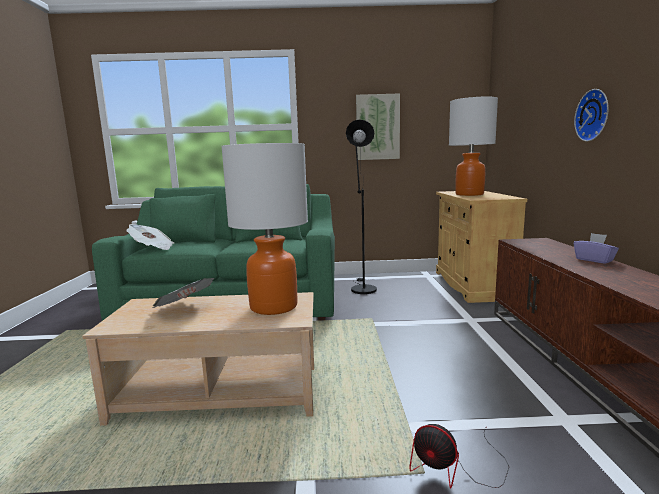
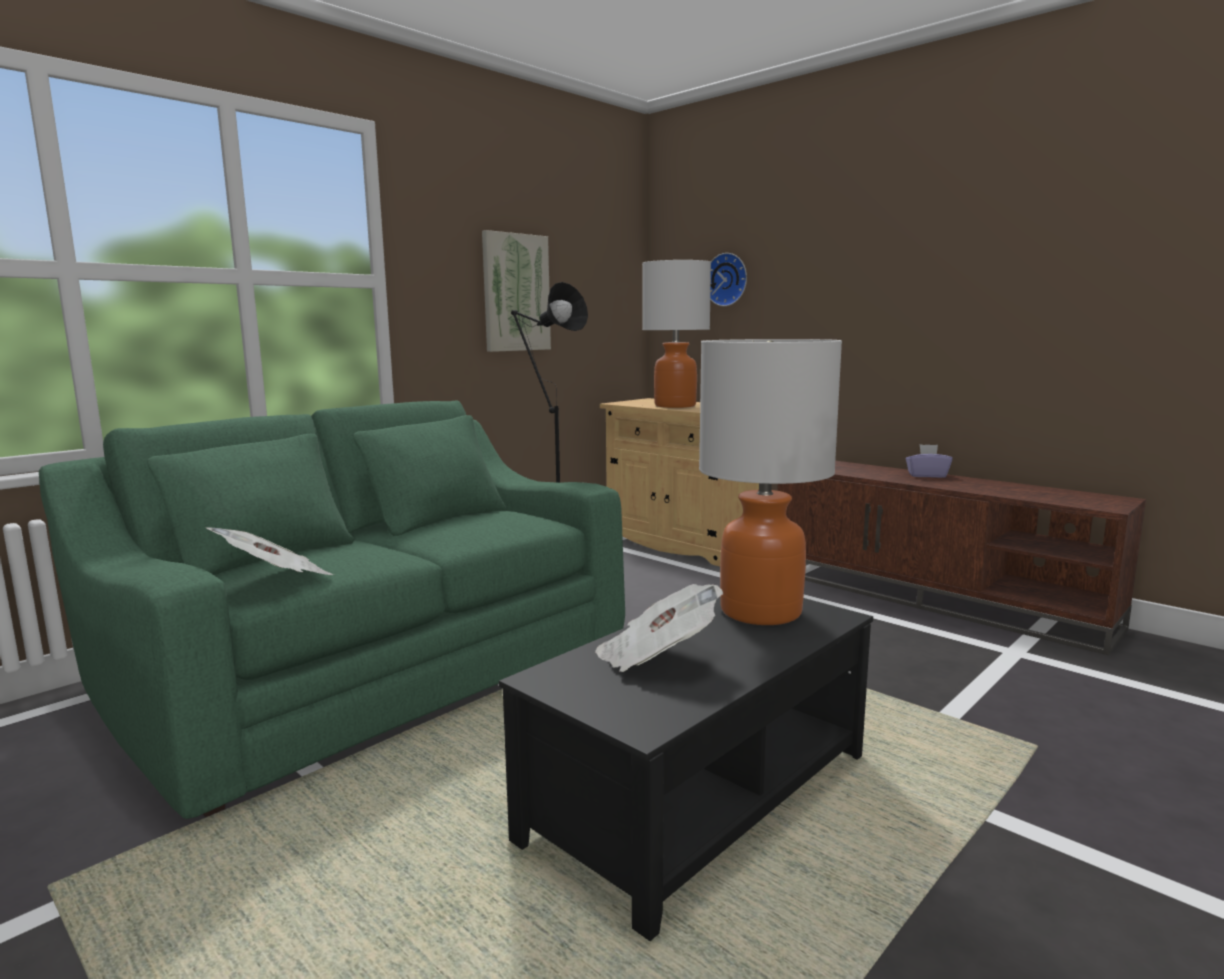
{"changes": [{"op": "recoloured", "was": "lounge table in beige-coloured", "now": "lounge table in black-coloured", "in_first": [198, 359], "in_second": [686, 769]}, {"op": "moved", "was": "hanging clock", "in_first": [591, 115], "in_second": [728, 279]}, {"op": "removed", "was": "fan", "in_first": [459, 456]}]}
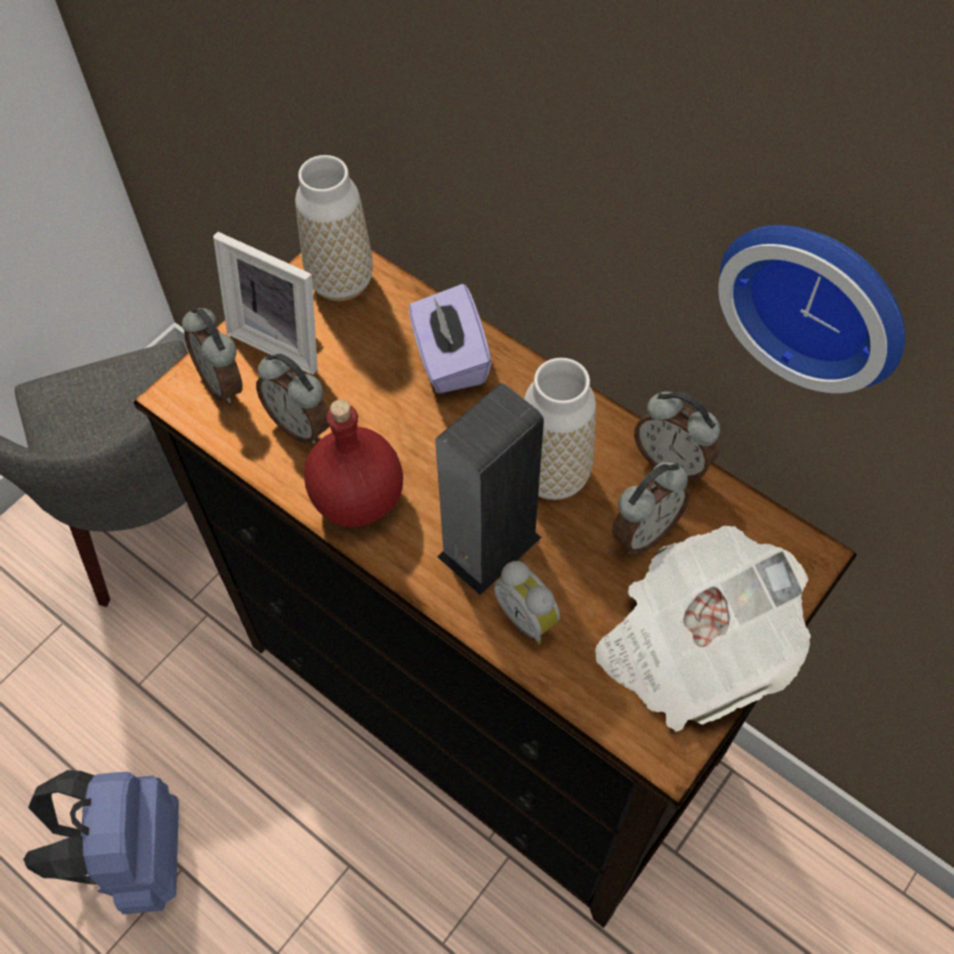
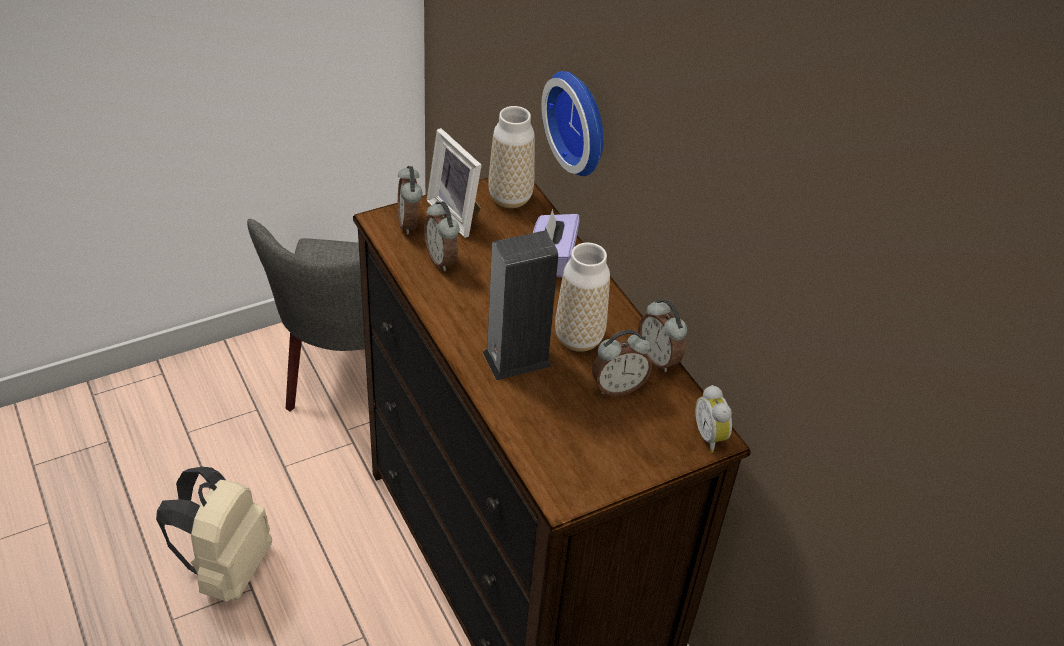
{"changes": [{"op": "recoloured", "was": "backpack in bluish", "now": "backpack in beige-coloured", "in_first": [101, 842], "in_second": [214, 534]}, {"op": "moved", "was": "hanging clock", "in_first": [811, 309], "in_second": [572, 123]}, {"op": "moved", "was": "bedside clock", "in_first": [527, 602], "in_second": [713, 418]}, {"op": "removed", "was": "bottle in red-coloured", "in_first": [353, 463]}, {"op": "removed", "was": "newspaper", "in_first": [703, 629]}]}
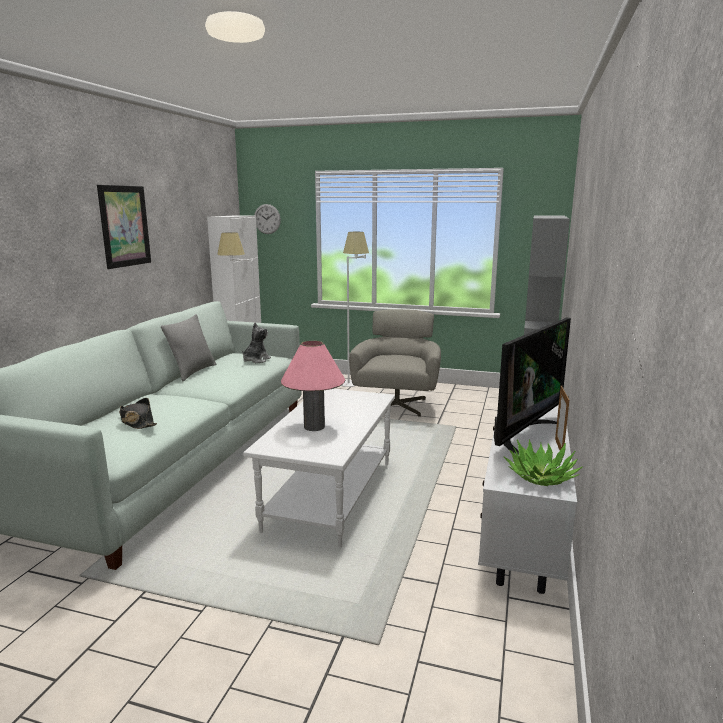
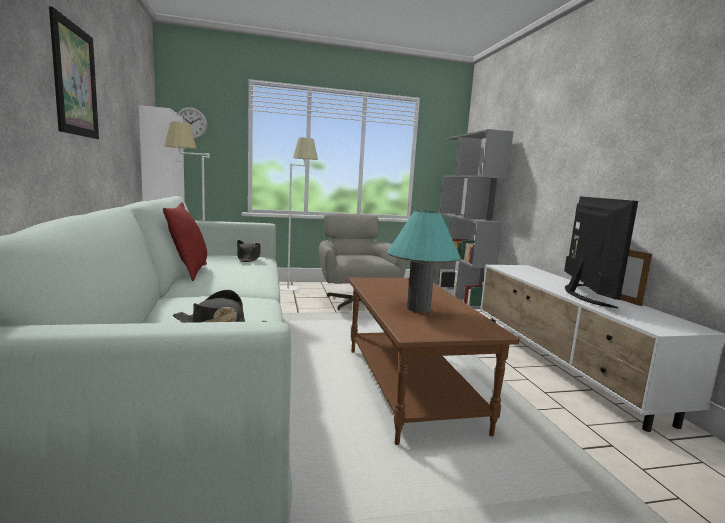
{"changes": [{"op": "recoloured", "was": "cushion in grey", "now": "cushion in red-coloured", "in_first": [188, 348], "in_second": [185, 242]}, {"op": "replaced", "was": "plush toy", "now": "hat in black-coloured", "in_first": [256, 343], "in_second": [249, 251]}, {"op": "recoloured", "was": "lounge table in white-coloured", "now": "lounge table in brown-coloured", "in_first": [319, 468], "in_second": [433, 361]}, {"op": "recoloured", "was": "lamp for a table in pinkish", "now": "lamp for a table in turquoise-coloured", "in_first": [313, 386], "in_second": [423, 261]}, {"op": "removed", "was": "houseplant", "in_first": [543, 462]}]}
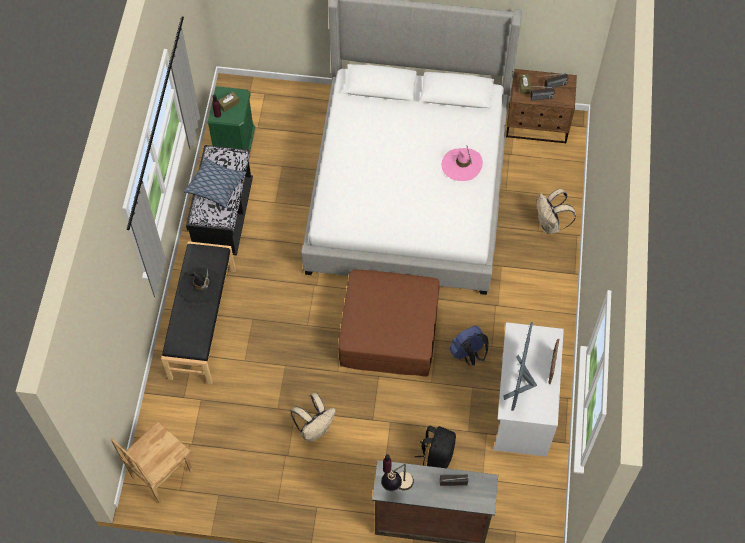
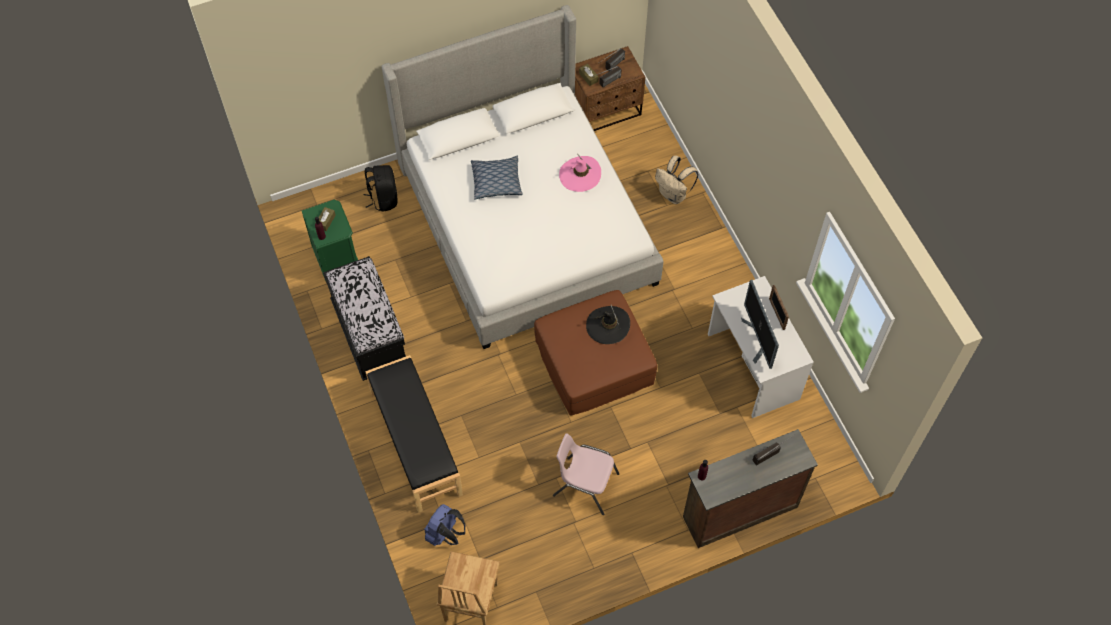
{"changes": [{"op": "moved", "was": "backpack in black-coloured", "in_first": [435, 447], "in_second": [381, 188]}, {"op": "moved", "was": "backpack in bluish", "in_first": [469, 345], "in_second": [444, 525]}, {"op": "moved", "was": "cushion", "in_first": [215, 182], "in_second": [497, 177]}, {"op": "replaced", "was": "backpack in beige-coloured", "now": "upright chair in pinkish", "in_first": [313, 417], "in_second": [586, 474]}, {"op": "moved", "was": "hat in black-coloured", "in_first": [199, 286], "in_second": [608, 324]}, {"op": "removed", "was": "lamp for a table", "in_first": [397, 477]}]}
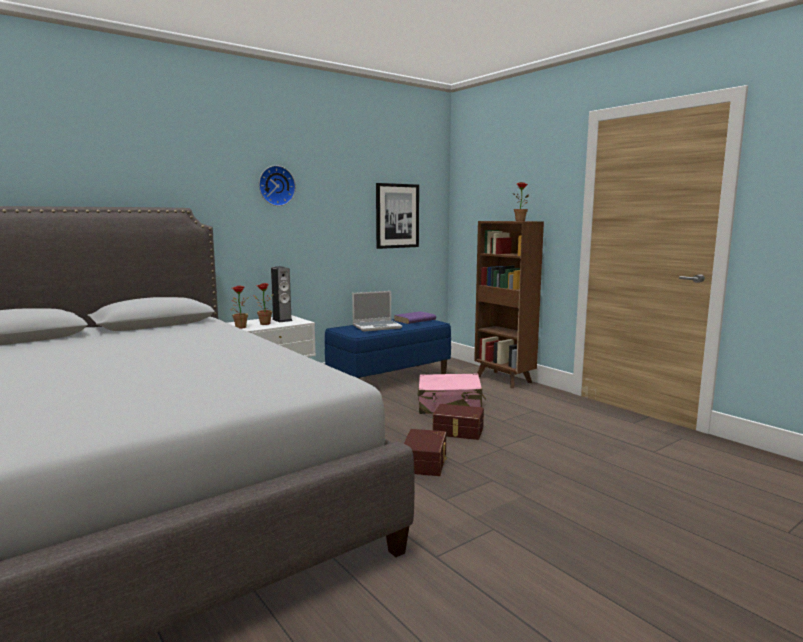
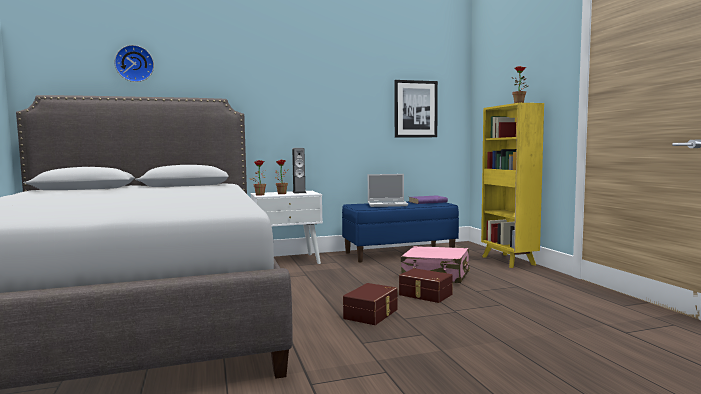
{"changes": [{"op": "moved", "was": "hanging clock", "in_first": [277, 185], "in_second": [134, 63]}, {"op": "recoloured", "was": "shelving unit in brown-coloured", "now": "shelving unit in yellowish", "in_first": [509, 304], "in_second": [512, 185]}]}
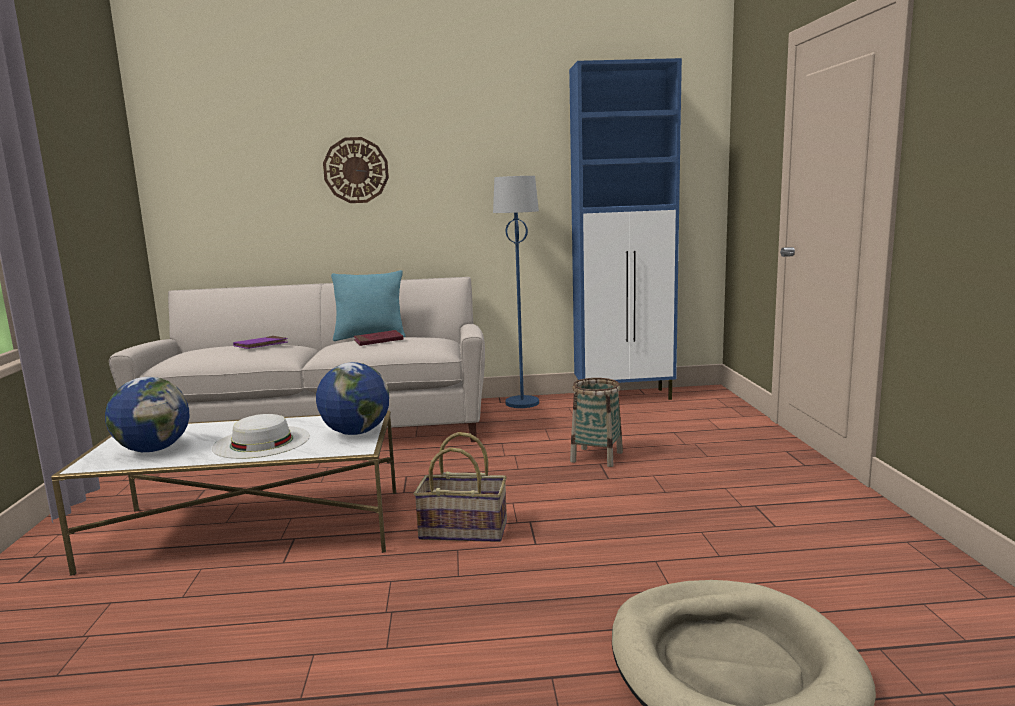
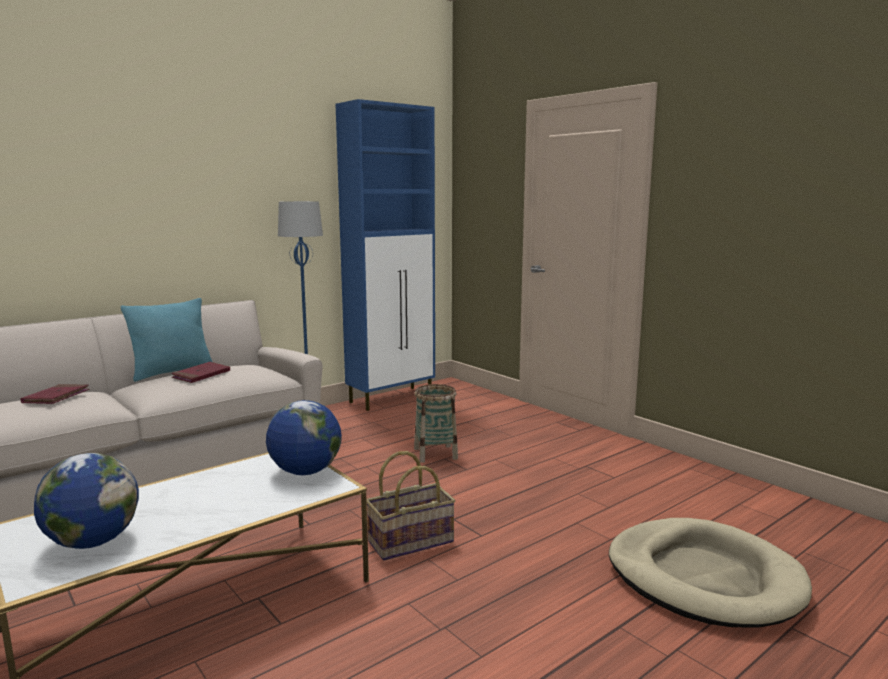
{"changes": [{"op": "recoloured", "was": "book in purple-coloured", "now": "book in red-coloured", "in_first": [260, 342], "in_second": [55, 394]}, {"op": "removed", "was": "hat in white-coloured", "in_first": [261, 436]}, {"op": "removed", "was": "hanging clock", "in_first": [356, 170]}]}
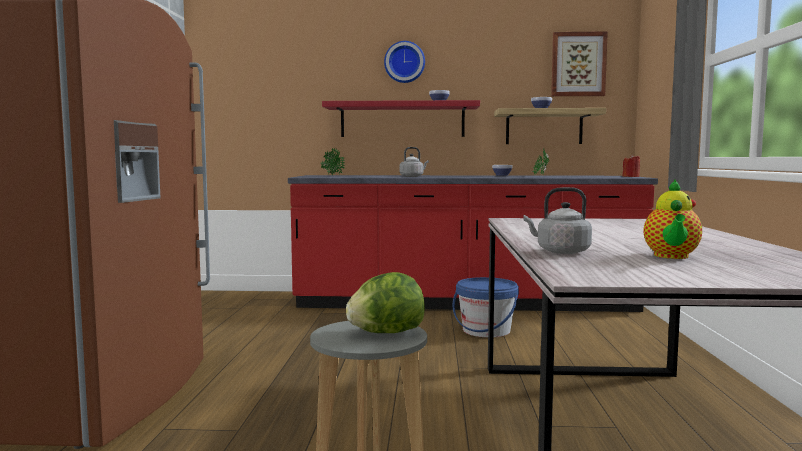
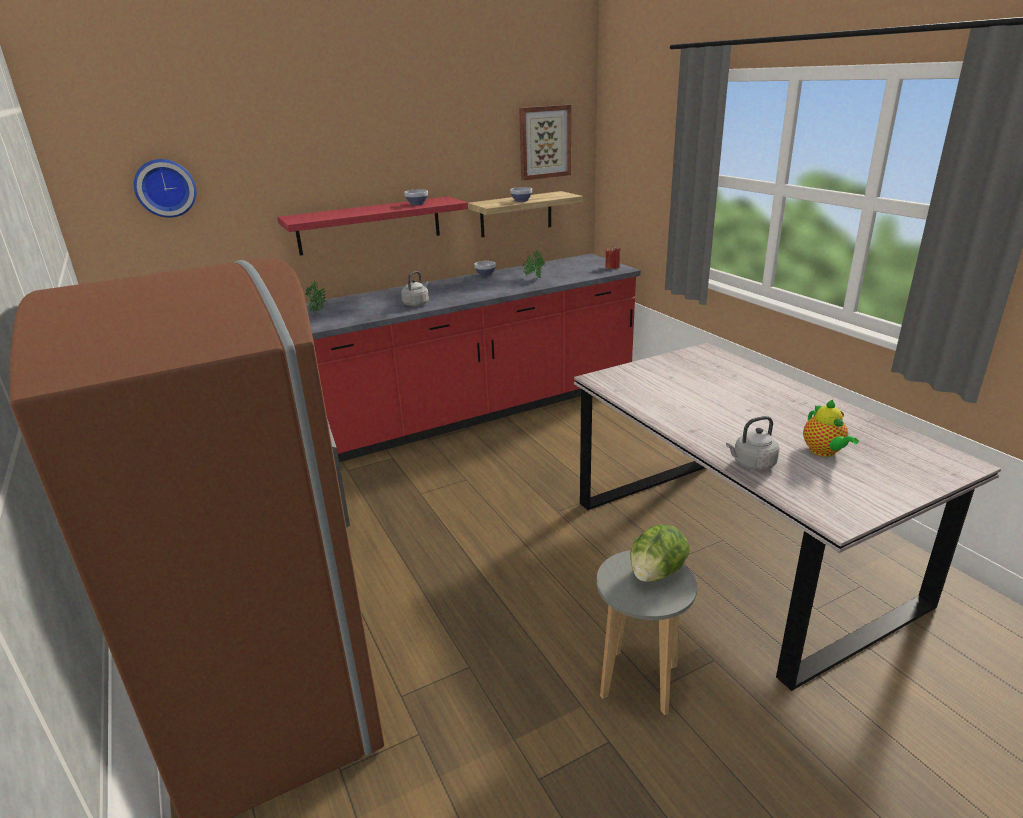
{"changes": [{"op": "moved", "was": "hanging clock", "in_first": [404, 62], "in_second": [165, 188]}, {"op": "removed", "was": "bucket in bluish", "in_first": [486, 307]}]}
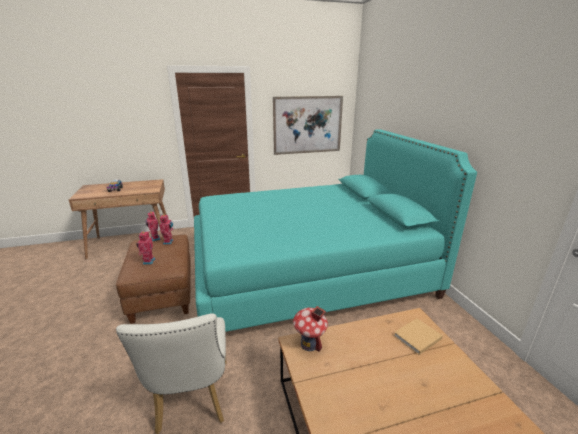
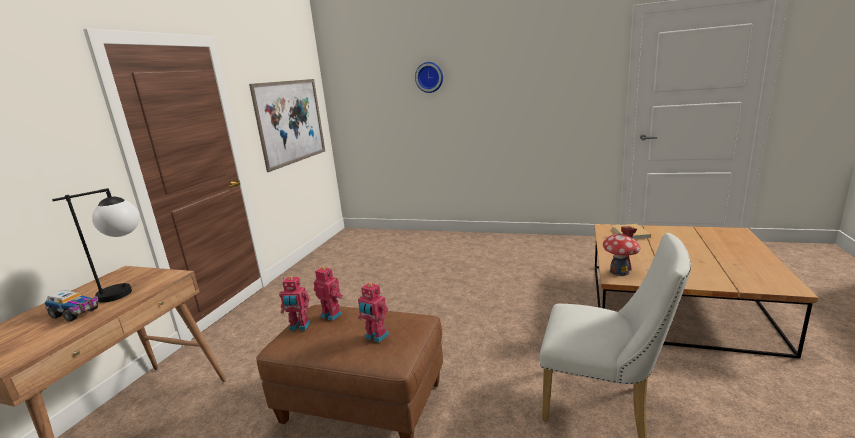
{"changes": [{"op": "added", "now": "lamp for a table", "in_second": [95, 245]}, {"op": "added", "now": "hanging clock", "in_second": [429, 77]}, {"op": "removed", "was": "sleeping bed in turquoise-coloured", "in_first": [335, 230]}]}
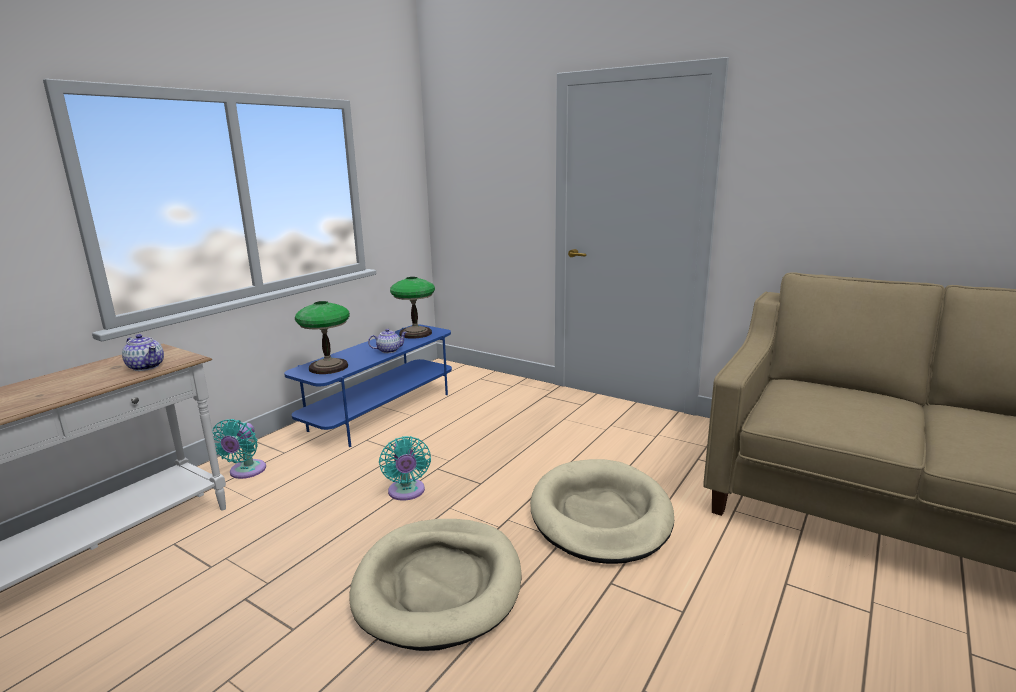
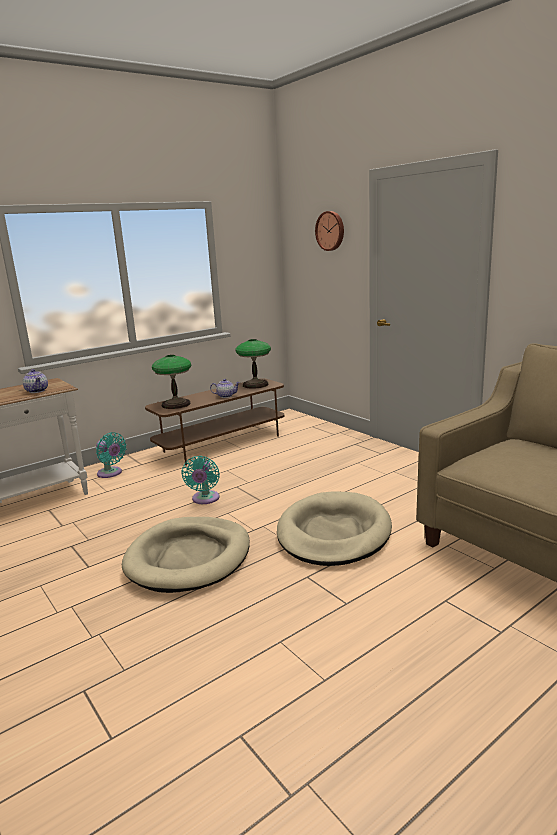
{"changes": [{"op": "turned", "was": "fan in turquoise-coloured", "in_first": [239, 449], "in_second": [111, 455], "clockwise": -75}, {"op": "recoloured", "was": "media console in bluish", "now": "media console in brown-coloured", "in_first": [368, 386], "in_second": [214, 422]}, {"op": "added", "now": "hanging clock", "in_second": [329, 231]}]}
